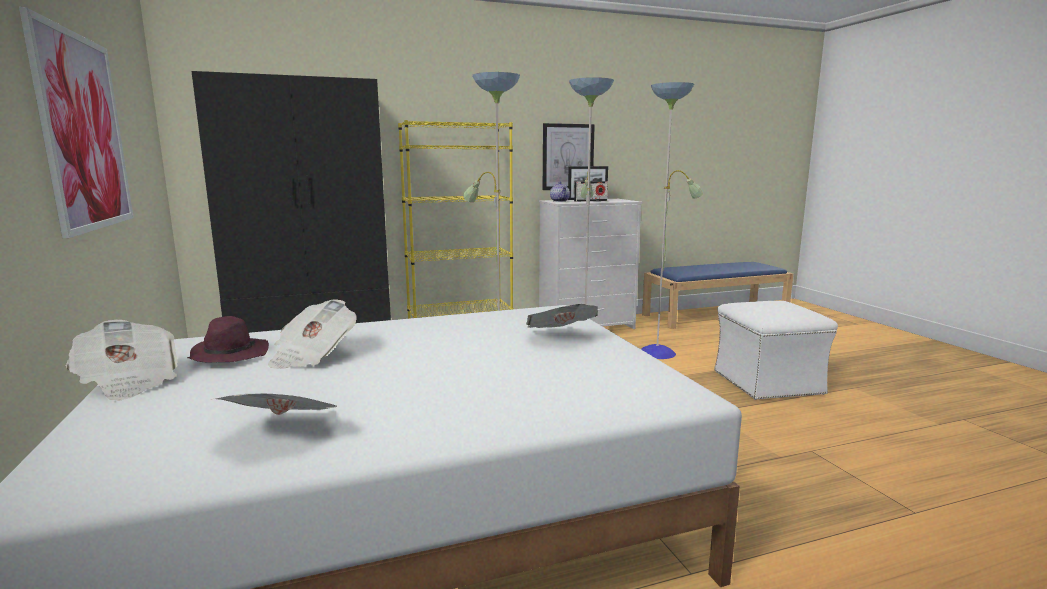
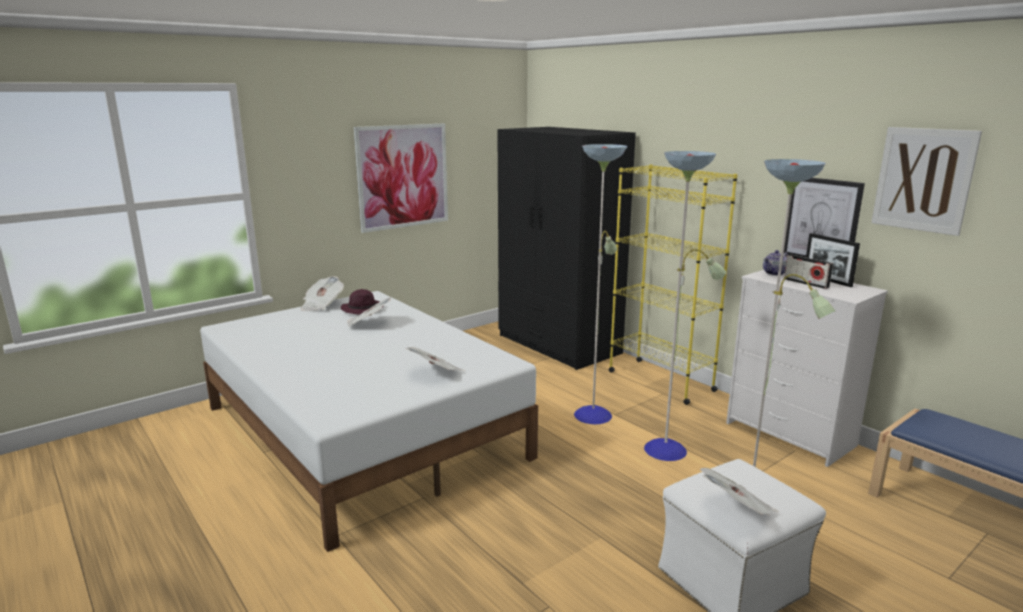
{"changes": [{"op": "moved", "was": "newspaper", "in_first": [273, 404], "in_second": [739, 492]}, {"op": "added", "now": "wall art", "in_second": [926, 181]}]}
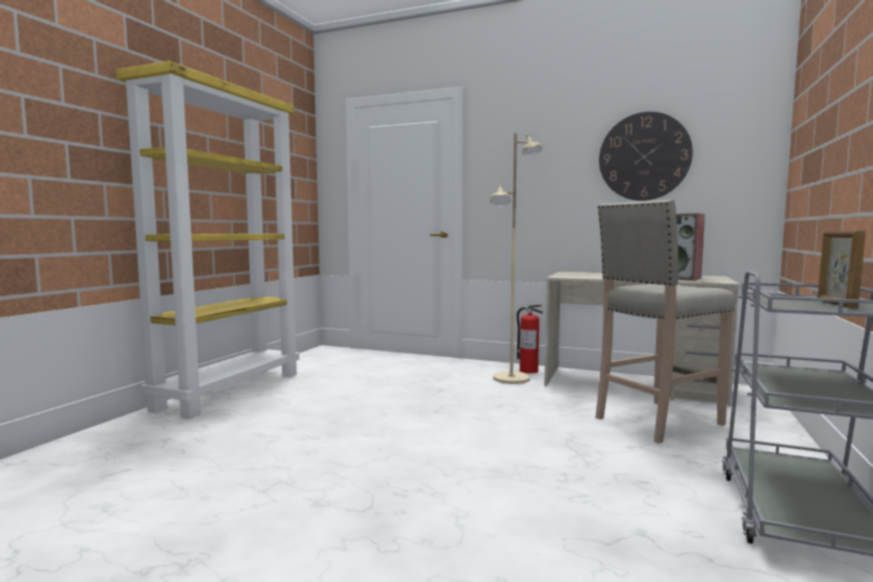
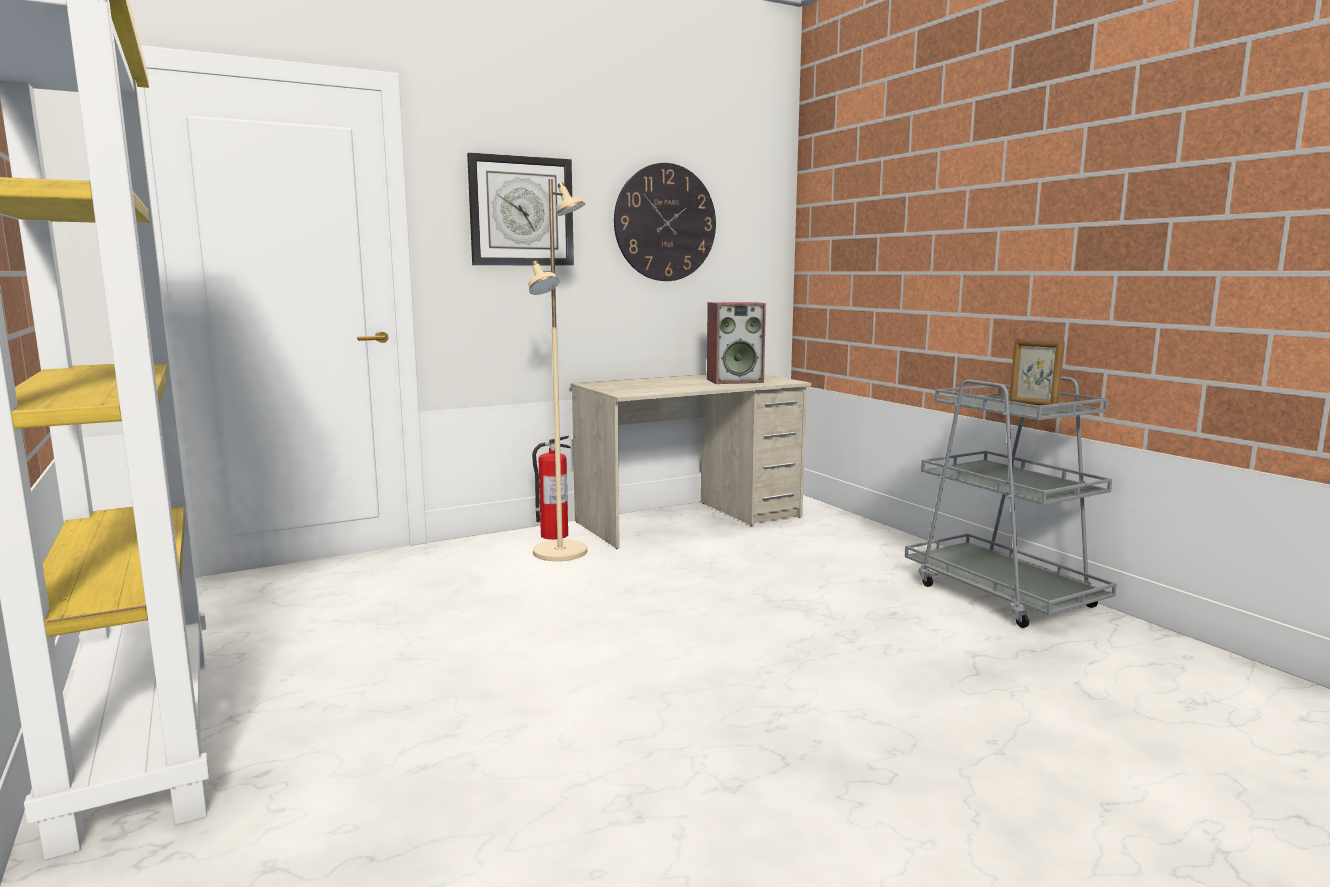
{"changes": [{"op": "added", "now": "hanging clock", "in_second": [520, 209]}, {"op": "removed", "was": "sitting stool in beige-coloured", "in_first": [665, 321]}]}
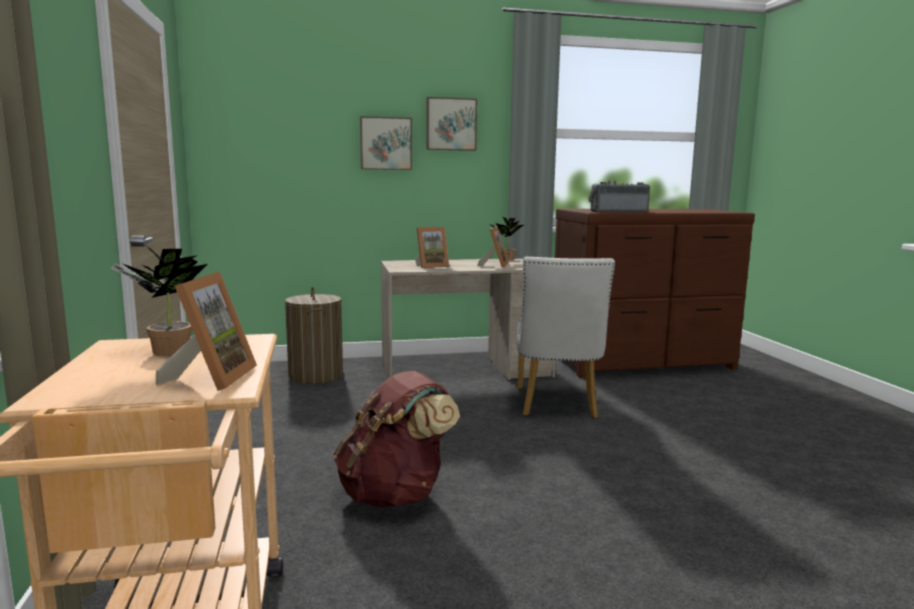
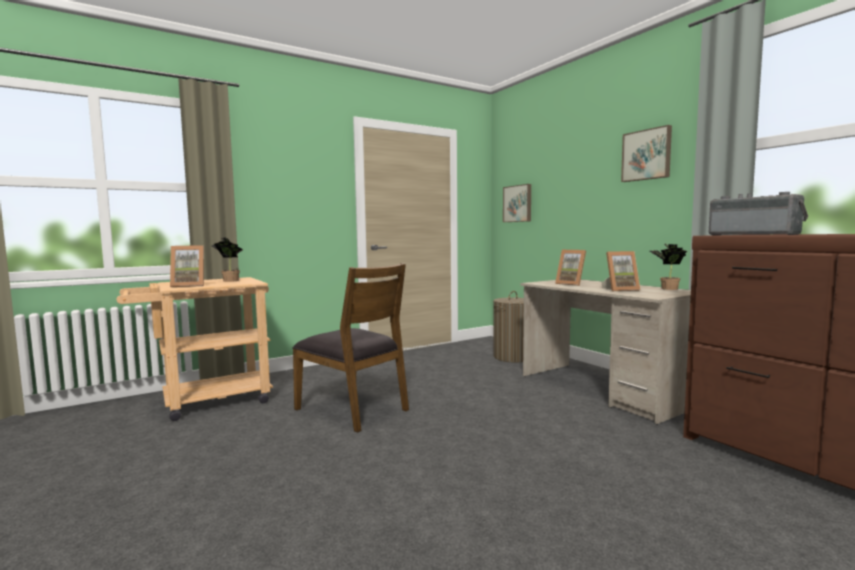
{"changes": [{"op": "replaced", "was": "backpack in brown-coloured", "now": "upright chair in brown-coloured", "in_first": [397, 439], "in_second": [350, 348]}, {"op": "moved", "was": "wall art", "in_first": [386, 143], "in_second": [517, 203]}, {"op": "removed", "was": "upright chair in white-coloured", "in_first": [565, 338]}]}
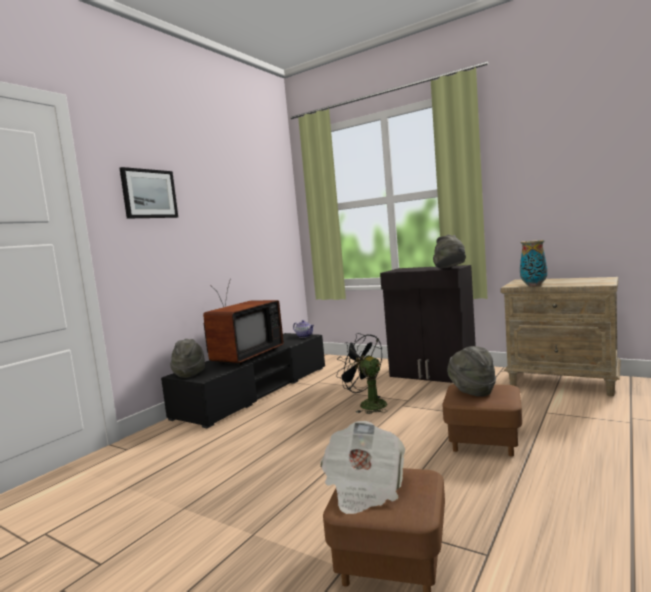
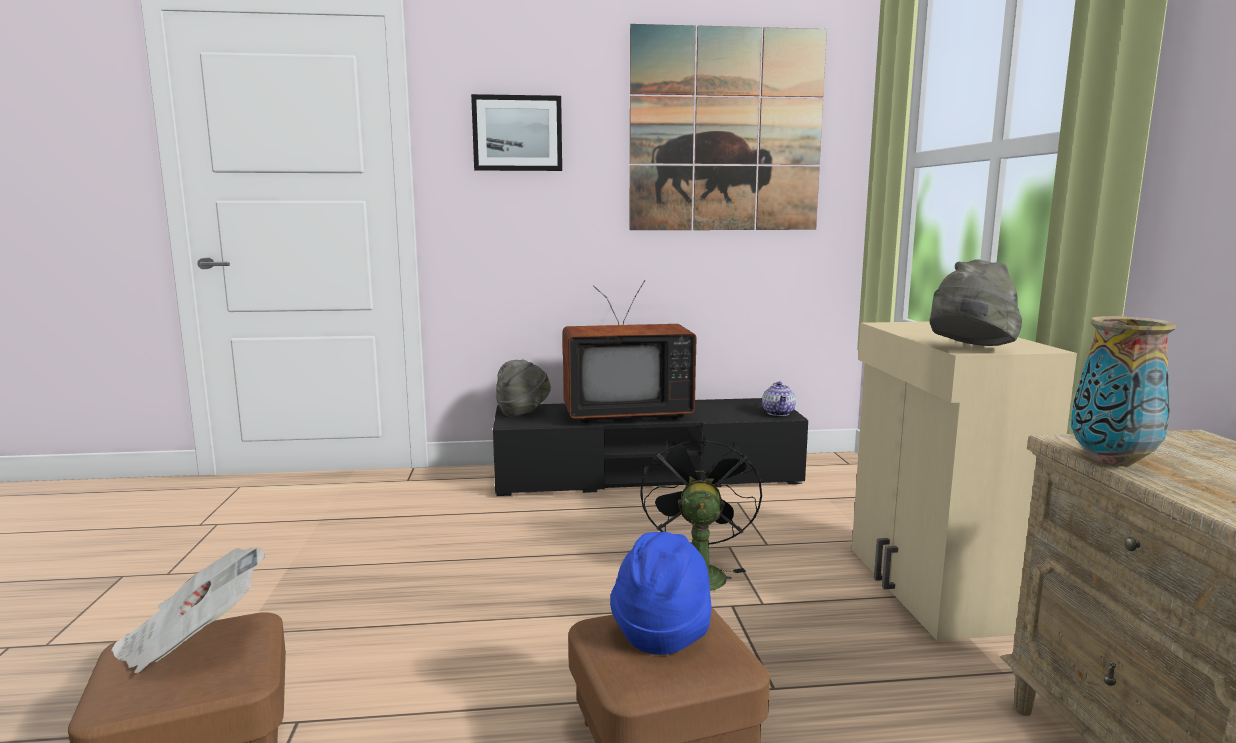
{"changes": [{"op": "recoloured", "was": "hat in grey", "now": "hat in bluish", "in_first": [471, 371], "in_second": [660, 593]}, {"op": "added", "now": "wall art", "in_second": [728, 127]}, {"op": "recoloured", "was": "storage cabinet in black-coloured", "now": "storage cabinet in beige-coloured", "in_first": [428, 324], "in_second": [964, 481]}]}
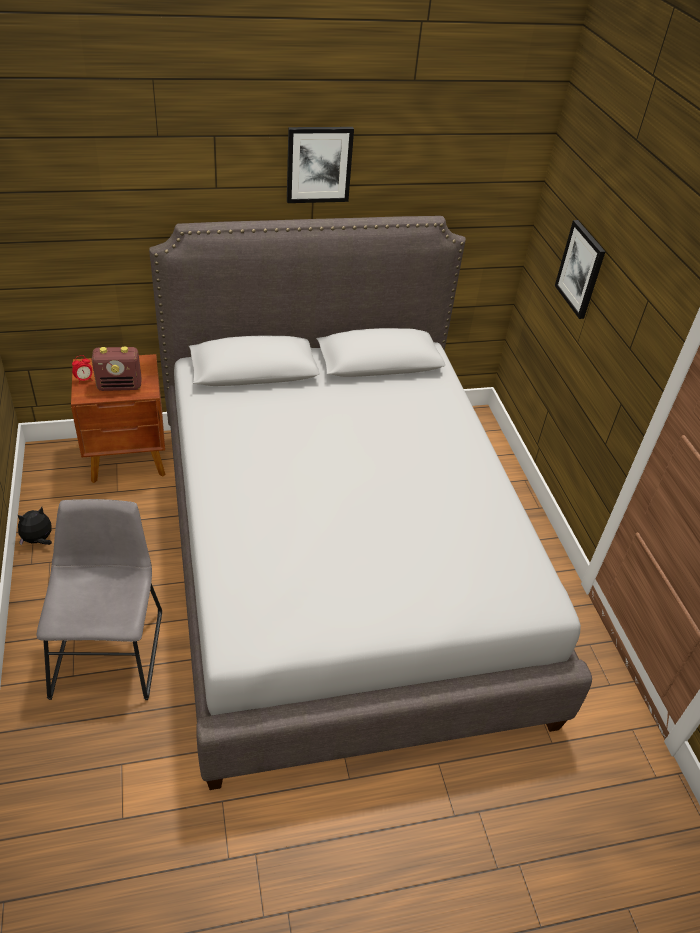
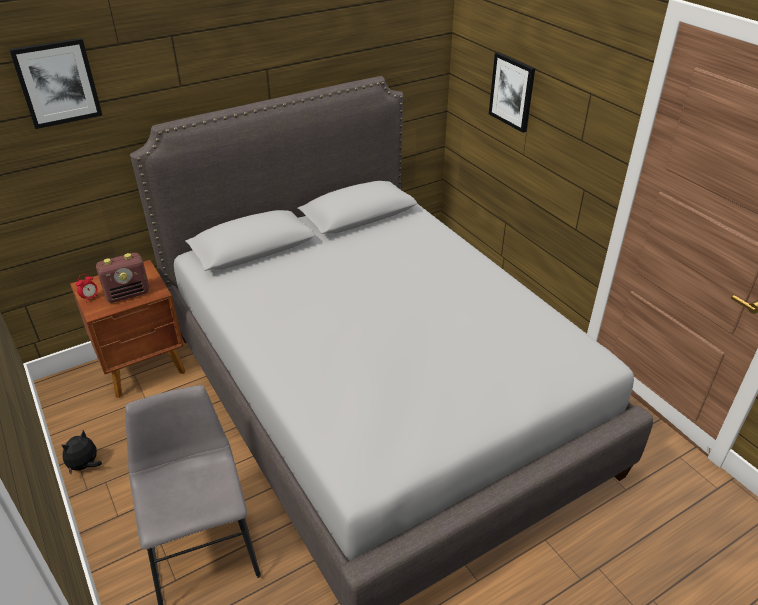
{"changes": [{"op": "moved", "was": "wall art", "in_first": [320, 165], "in_second": [56, 83]}]}
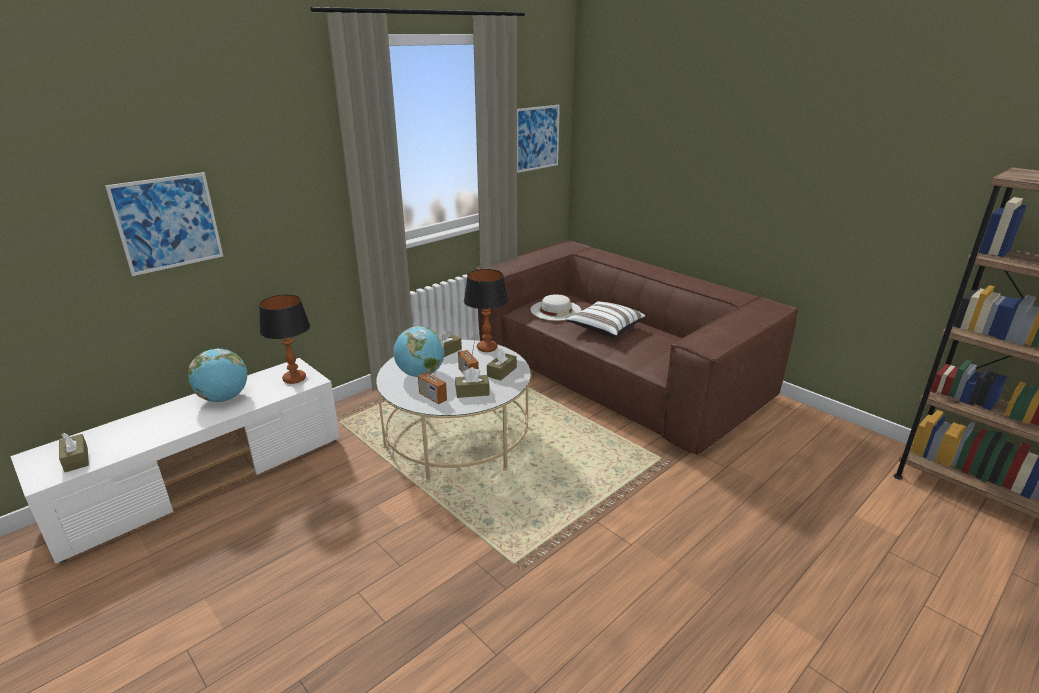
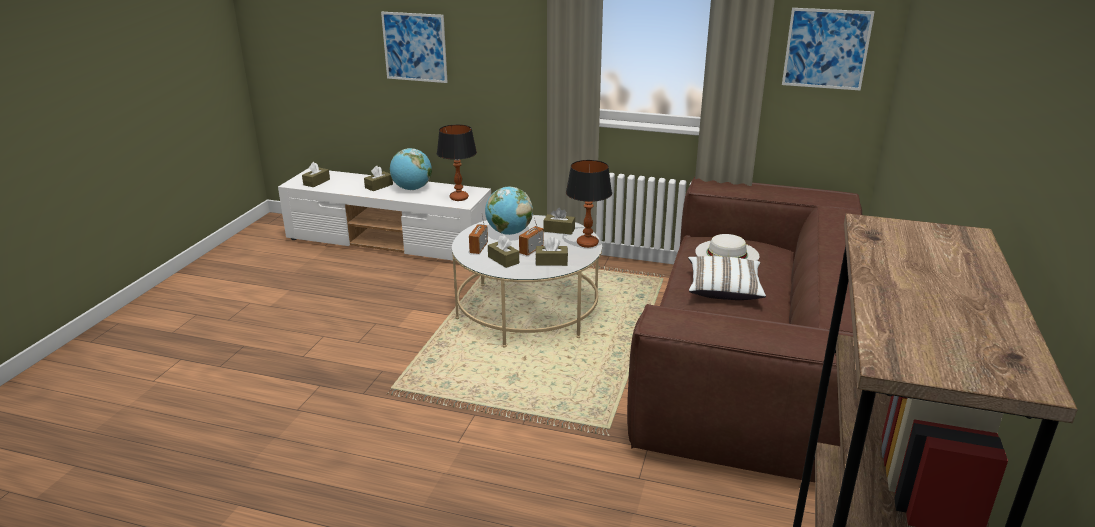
{"changes": [{"op": "added", "now": "tissue holder in brown-coloured", "in_second": [378, 178]}]}
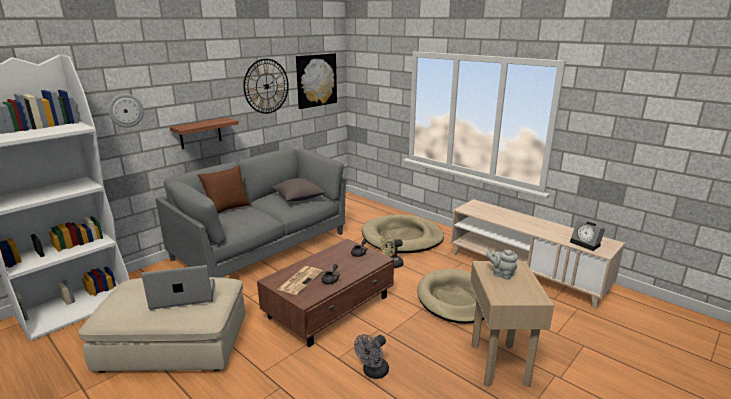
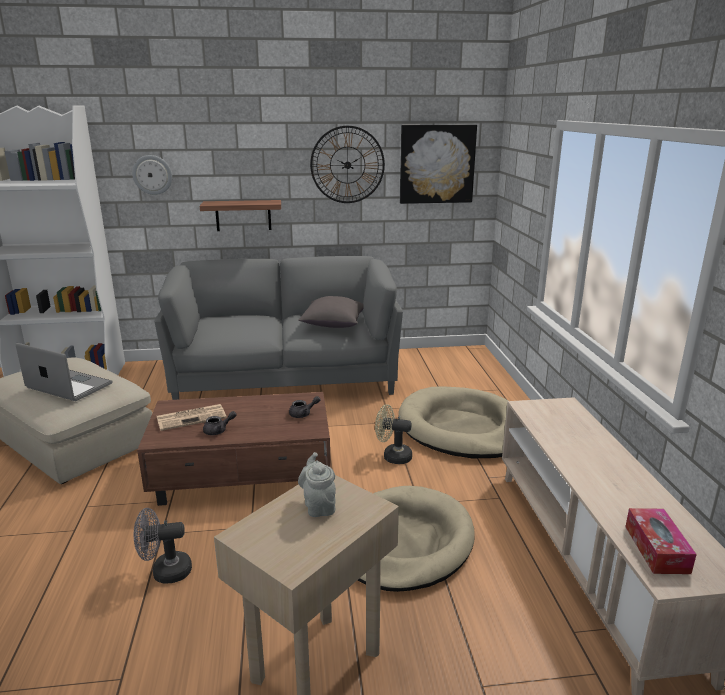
{"changes": [{"op": "replaced", "was": "bedside clock", "now": "tissue holder", "in_first": [587, 236], "in_second": [661, 541]}, {"op": "removed", "was": "cushion in brown-coloured", "in_first": [224, 190]}]}
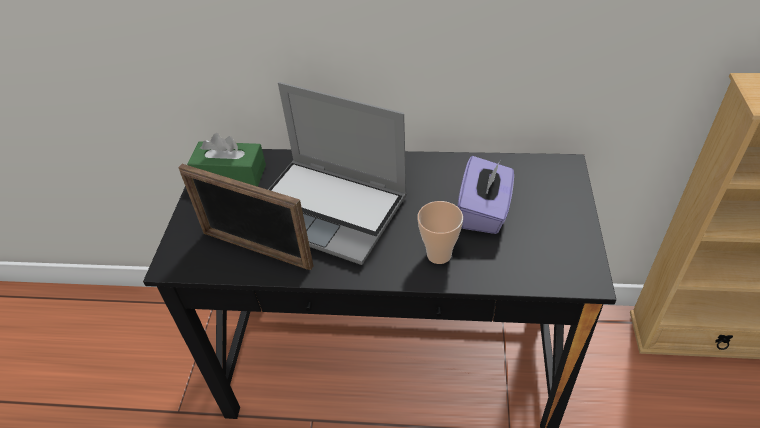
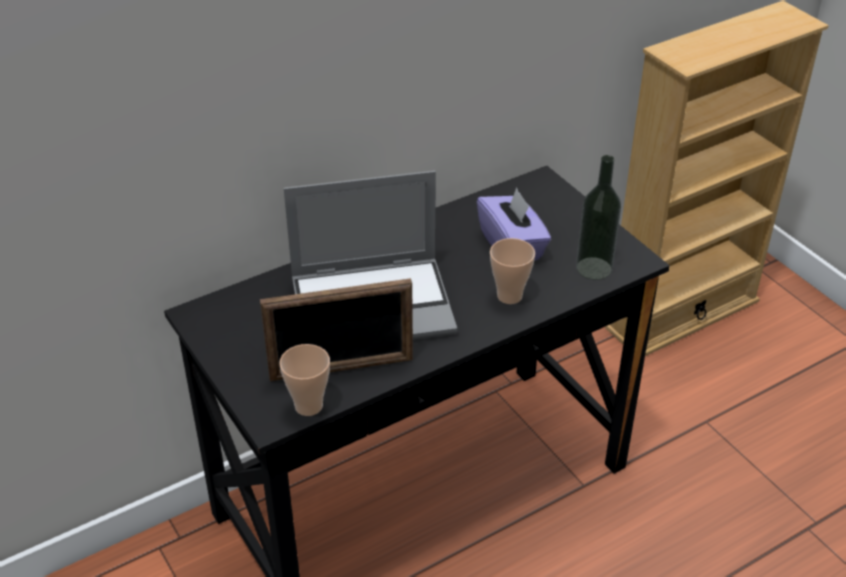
{"changes": [{"op": "added", "now": "small cup", "in_second": [304, 380]}, {"op": "added", "now": "bottle", "in_second": [598, 217]}, {"op": "removed", "was": "tissue holder in green", "in_first": [226, 160]}]}
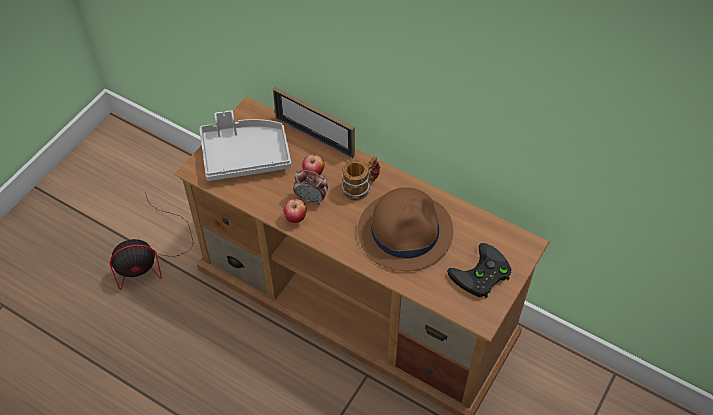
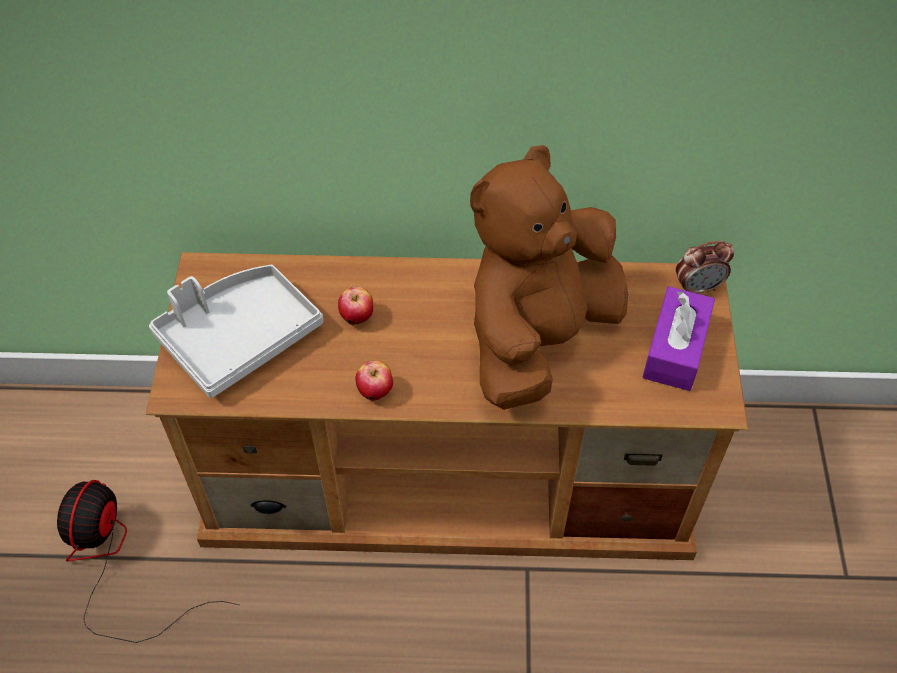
{"changes": [{"op": "turned", "was": "fan", "in_first": [151, 241], "in_second": [148, 561], "clockwise": 150}, {"op": "replaced", "was": "hat in brown-coloured", "now": "plush toy in brown-coloured", "in_first": [405, 229], "in_second": [549, 277]}, {"op": "replaced", "was": "game controller in black-coloured", "now": "tissue holder in purple-coloured", "in_first": [479, 270], "in_second": [679, 338]}, {"op": "moved", "was": "bedside clock", "in_first": [310, 187], "in_second": [705, 267]}, {"op": "removed", "was": "picture frame", "in_first": [314, 123]}, {"op": "removed", "was": "mug", "in_first": [361, 178]}]}
